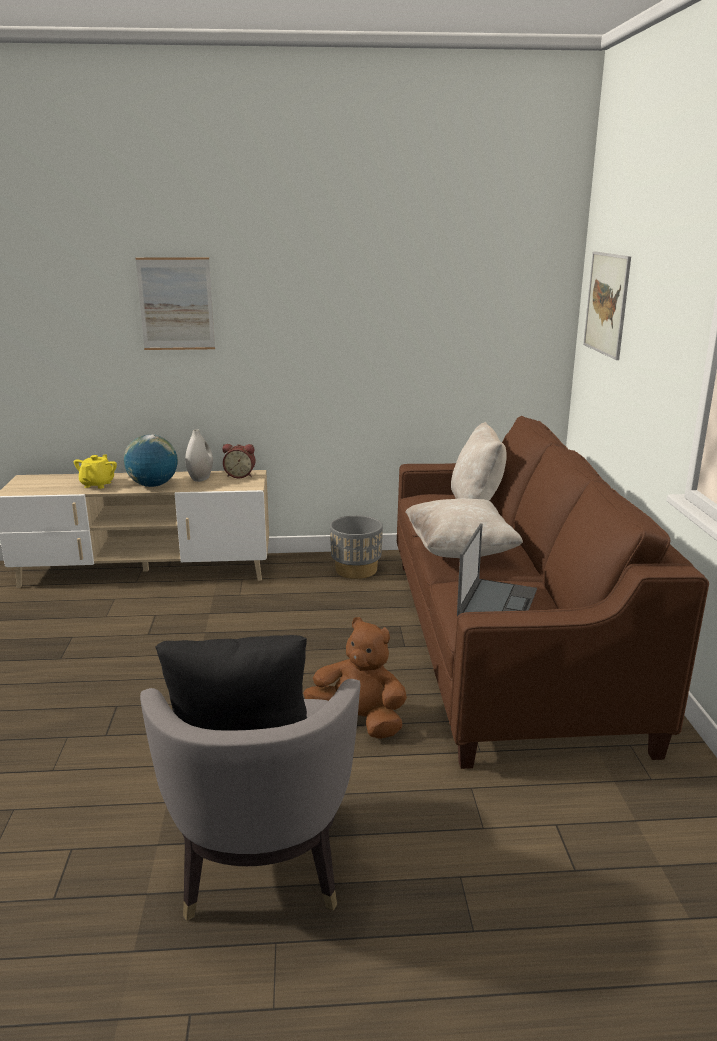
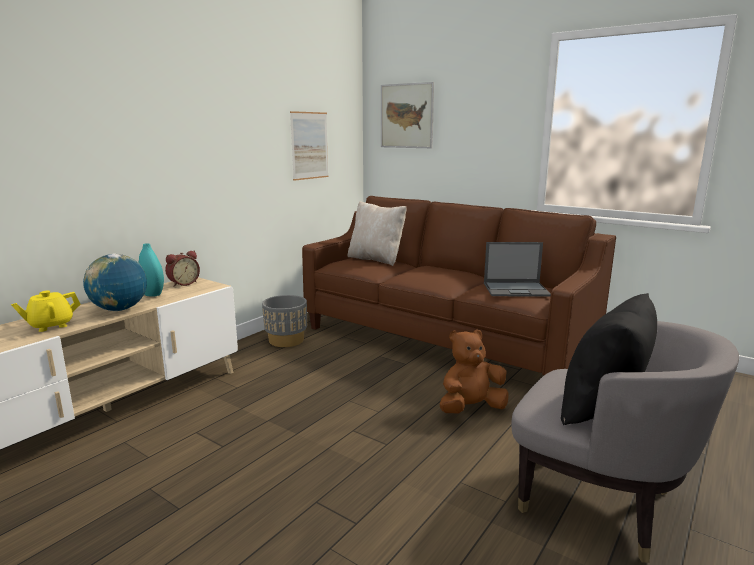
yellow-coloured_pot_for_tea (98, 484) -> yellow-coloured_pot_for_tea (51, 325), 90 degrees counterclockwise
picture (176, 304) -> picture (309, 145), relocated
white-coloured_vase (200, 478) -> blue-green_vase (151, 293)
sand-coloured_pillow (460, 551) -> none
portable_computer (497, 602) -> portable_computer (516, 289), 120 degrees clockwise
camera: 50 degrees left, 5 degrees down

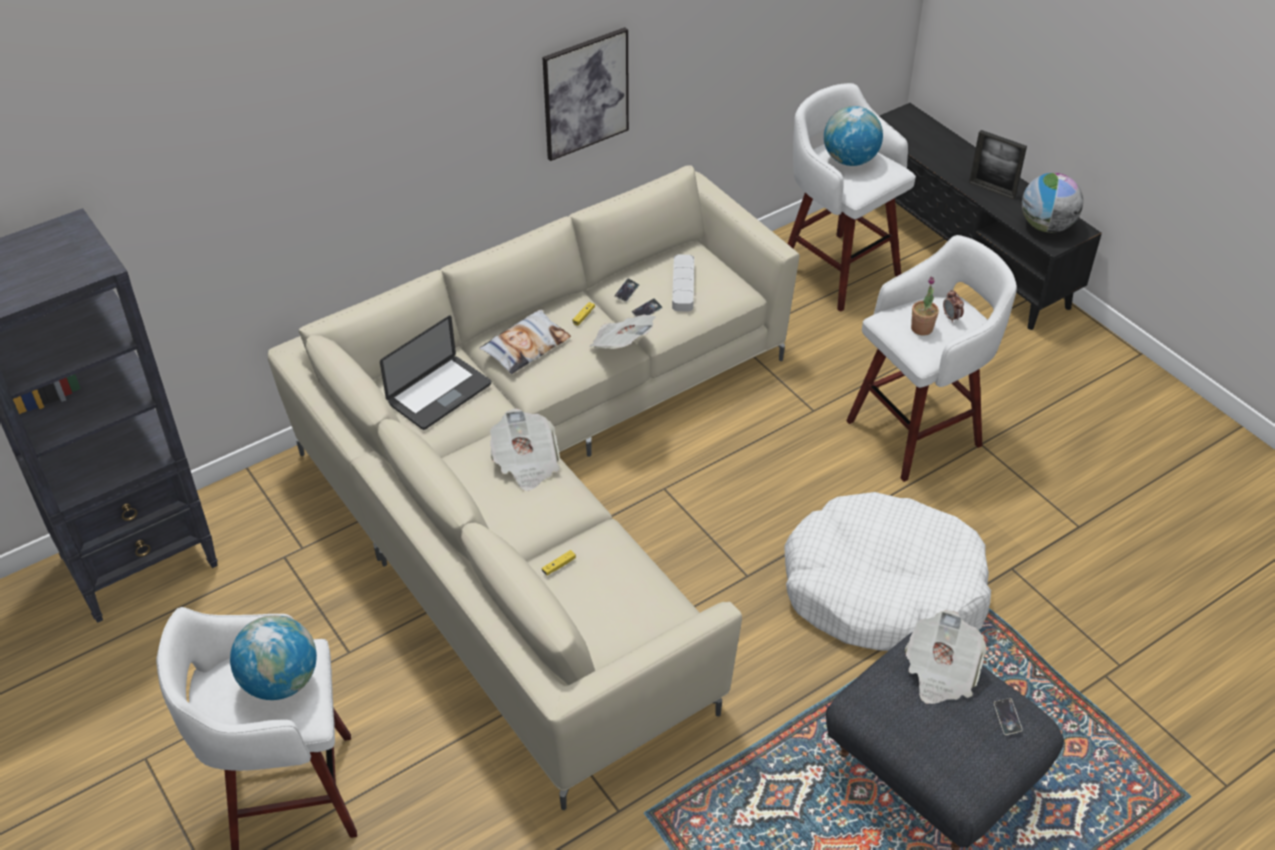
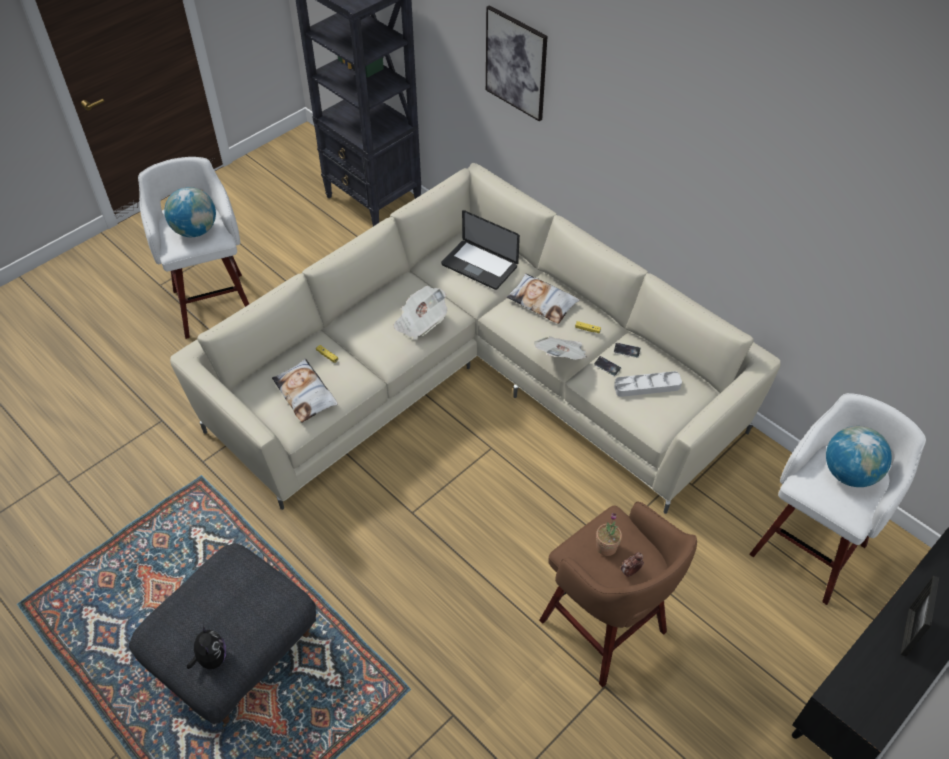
picture (585, 93) -> picture (516, 63), relocated
white-coloured_dog_cushion (883, 590) -> none
white-coloured_sitting_stool (917, 432) -> brown-coloured_sitting_stool (605, 629)
printed_paper (940, 672) -> none
phone (1007, 718) -> soft_toy (211, 658)
globe (1046, 226) -> none
none -> pillow (305, 394)
camera: 80 degrees right, 5 degrees up

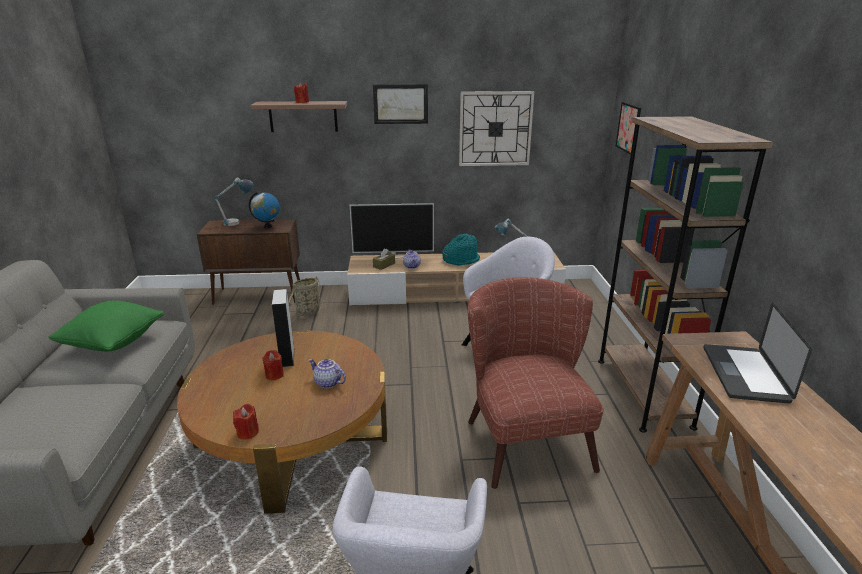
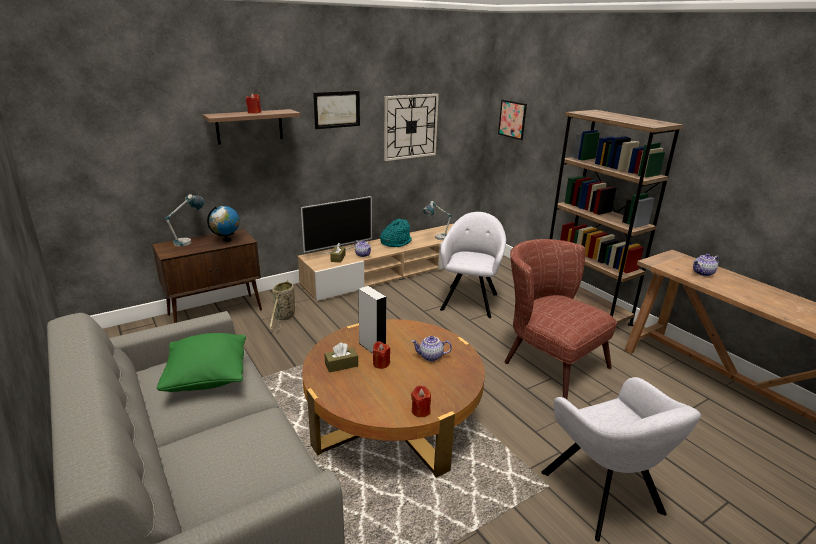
portable_computer (744, 374) -> pot_for_tea (703, 273)
none -> brown-coloured_tissue_holder (341, 365)
camera: 30 degrees left, 0 degrees up

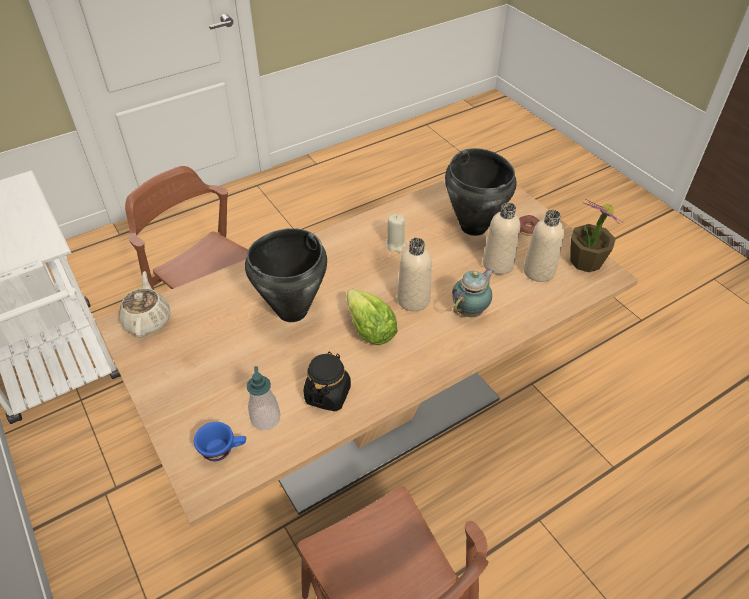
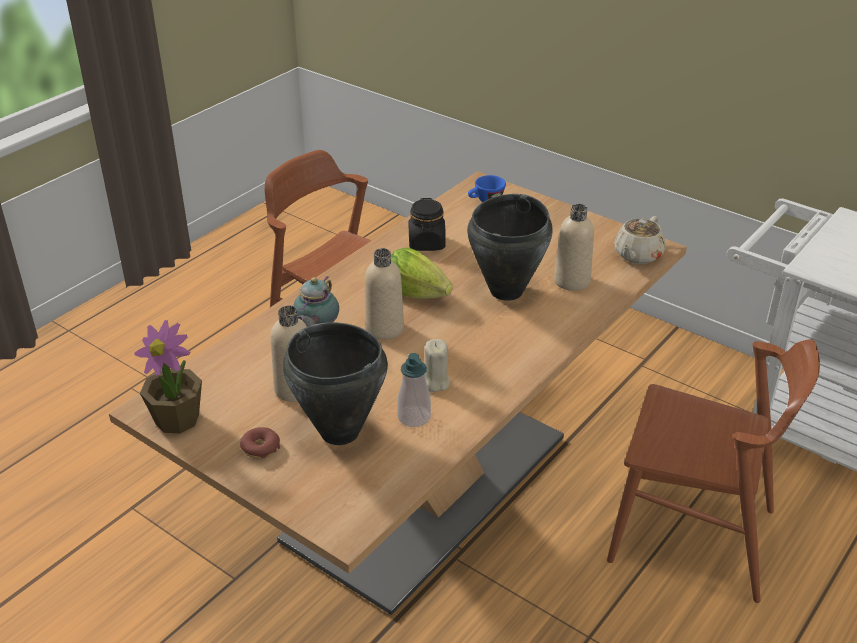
sand-coloured_pot_for_tea (148, 320) -> sand-coloured_pot_for_tea (637, 255), 60 degrees clockwise
soap_dispenser (265, 418) -> soap_dispenser (414, 417), relocated
sand-coloured_drink_bottle (539, 271) -> sand-coloured_drink_bottle (572, 281), relocated
camera: 160 degrees right, 10 degrees down

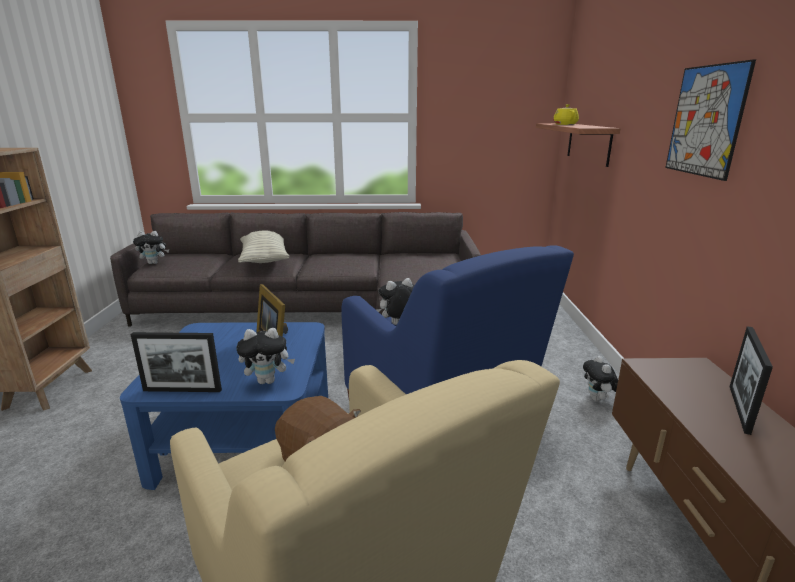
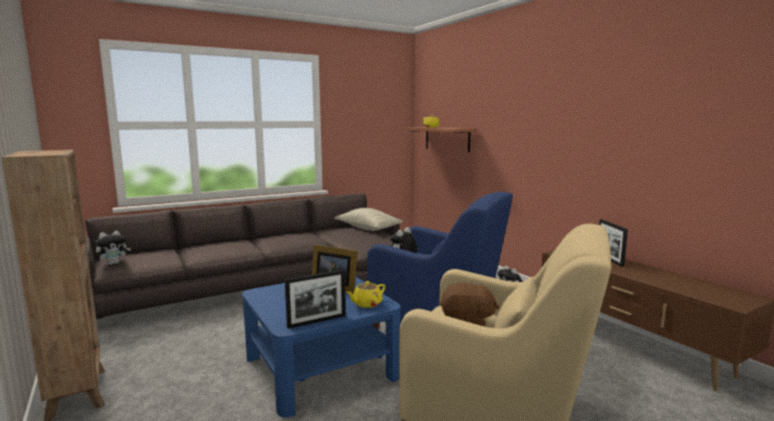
soft_toy (268, 381) -> yellow-coloured_pot_for_tea (366, 304)
pillow (264, 259) -> pillow (368, 229), relocated
picture (705, 121) -> none
camera: 30 degrees left, 10 degrees down

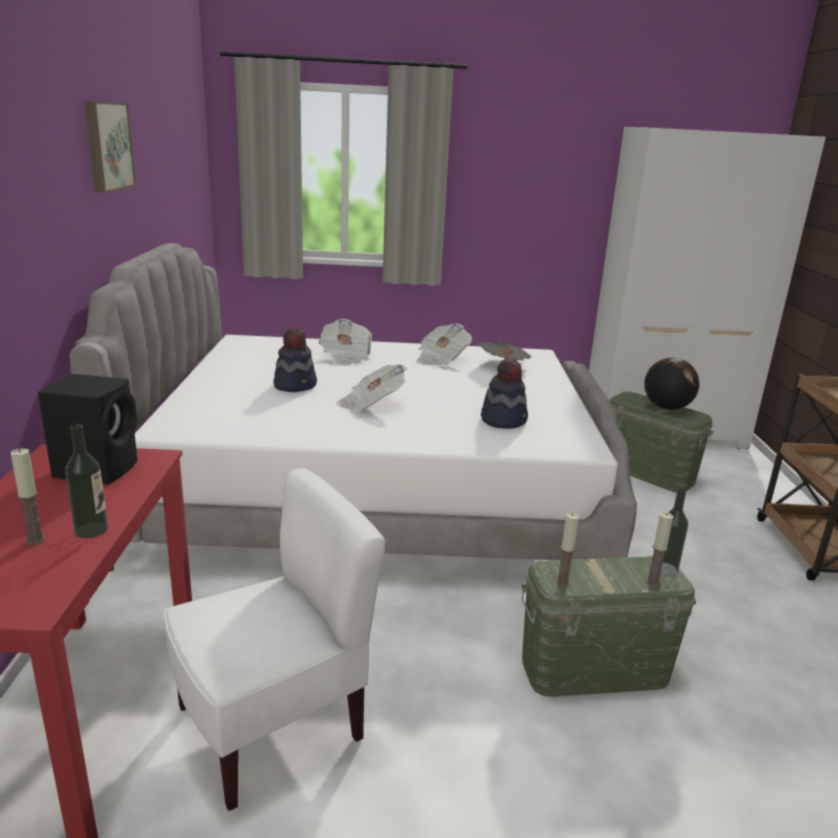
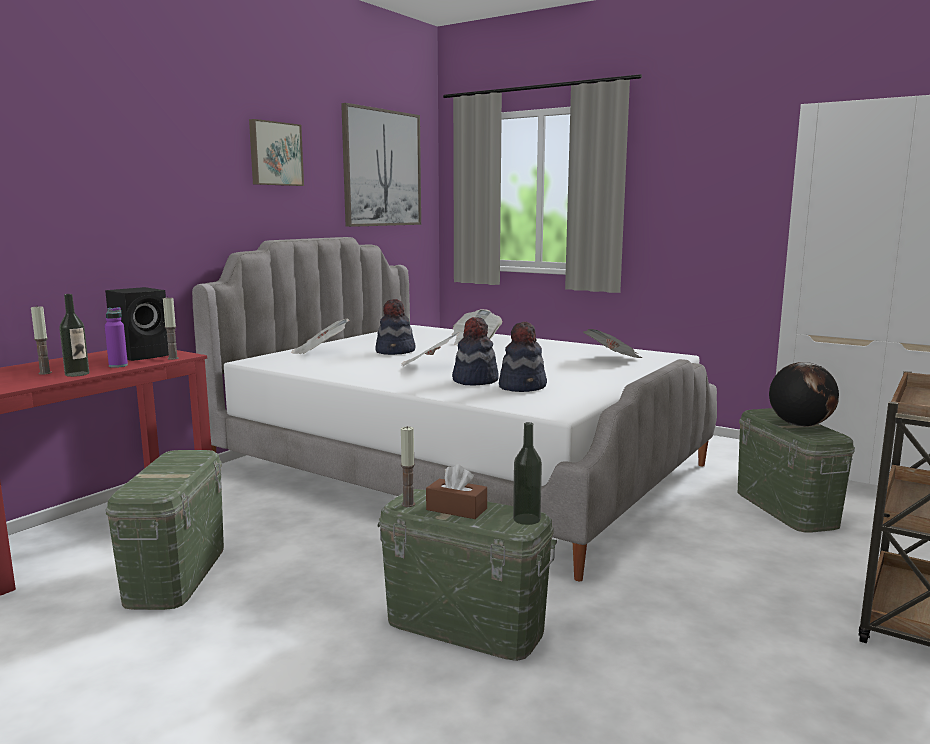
white-coloured_chair (272, 726) -> greenish_storage_container (177, 574)
printed_paper (441, 360) -> printed_paper (320, 352), relocated
candle (652, 582) -> candle (173, 358), relocated
none -> purple_drink_bottle (118, 366)
none -> picture (382, 168)
none -> brown-coloured_tissue_holder (456, 509)
none -> hat (474, 380)
camera: 35 degrees right, 10 degrees down

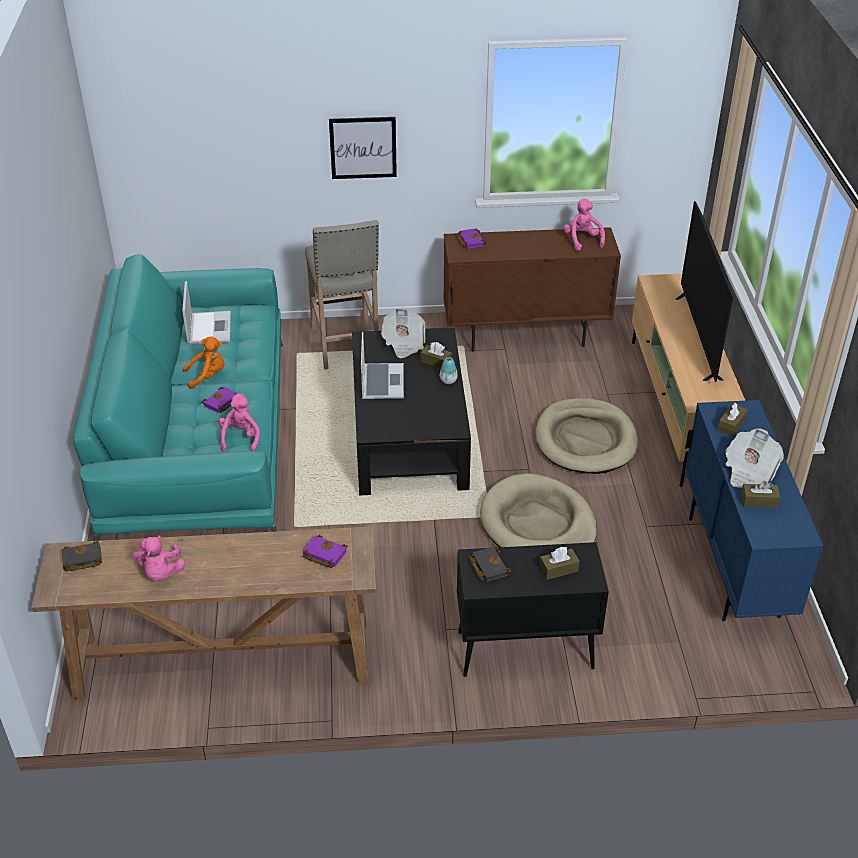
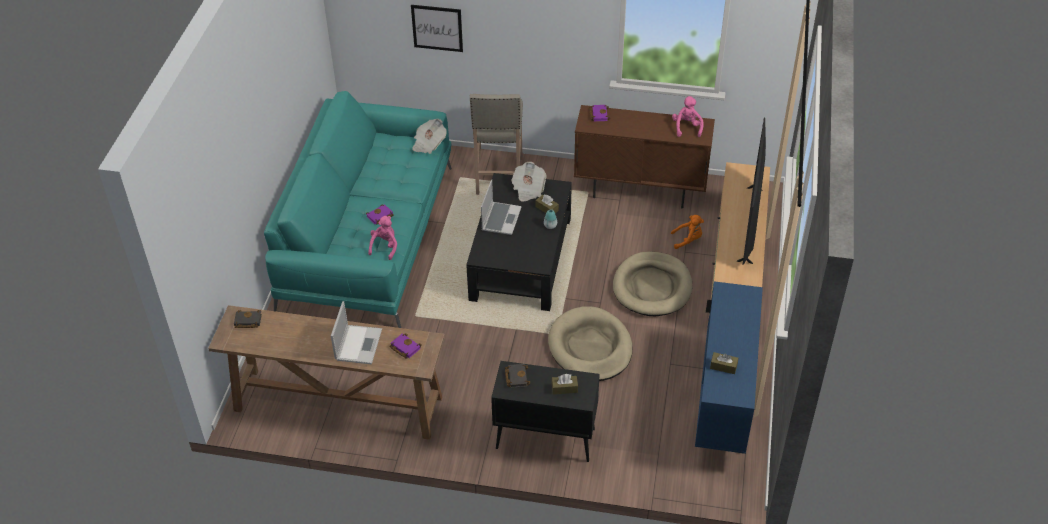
pink_soft_toy (161, 573) -> none
portable_computer (209, 327) -> portable_computer (358, 344), relocated
orange-coloured_soft_toy (208, 376) -> orange-coloured_soft_toy (688, 240), relocated
picture (363, 147) -> picture (437, 28), relocated
brown-coloured_tissue_holder (731, 425) -> none
printed_paper (749, 471) -> printed_paper (428, 144), relocated
camera: 15 degrees right, 5 degrees up

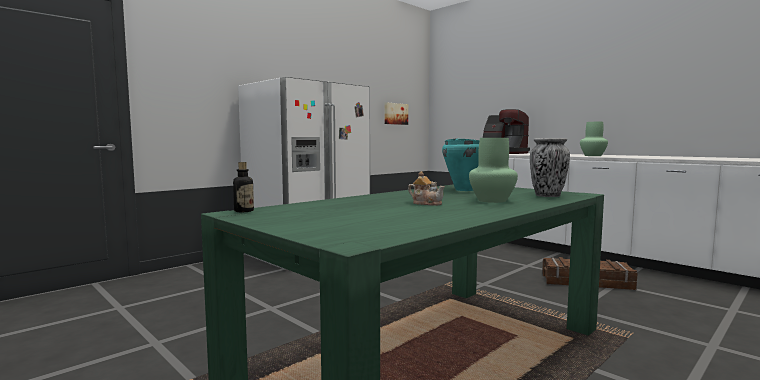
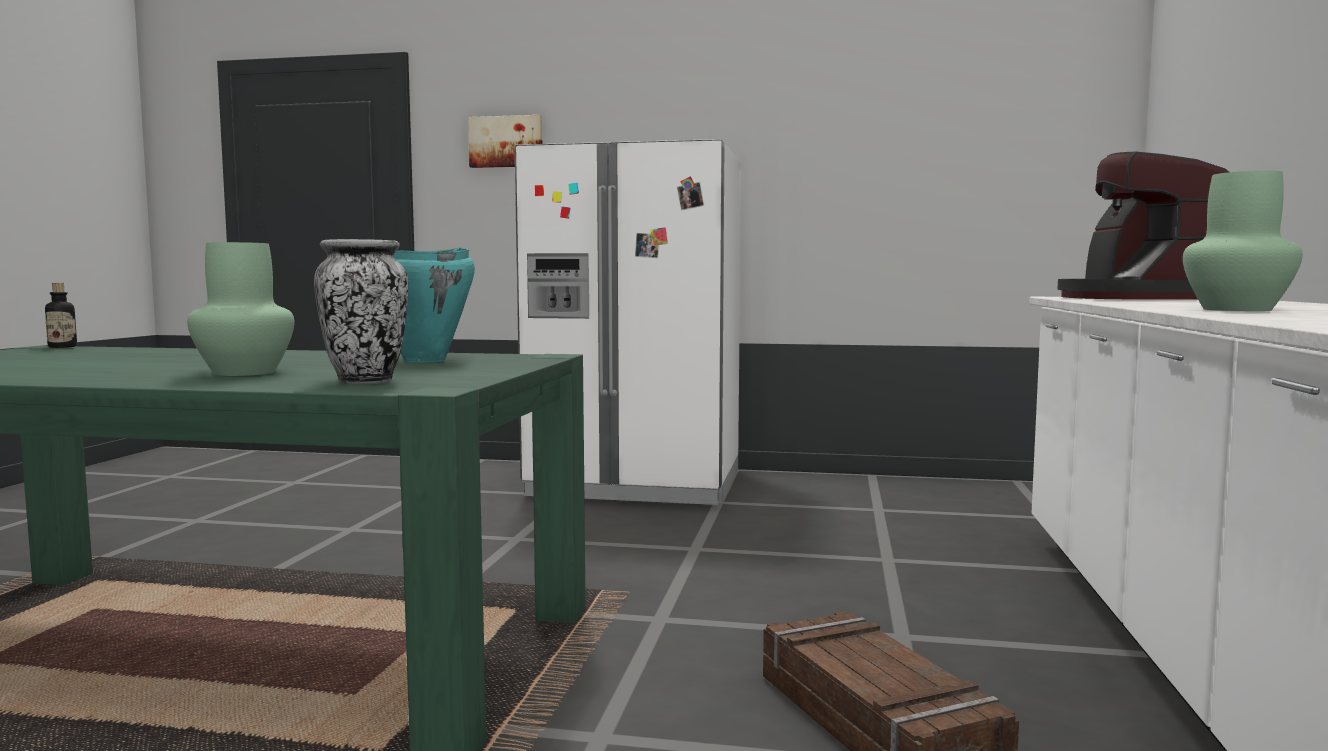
picture (395, 114) -> picture (506, 142), relocated
pot_for_tea (426, 203) -> none
camera: 55 degrees right, 0 degrees up

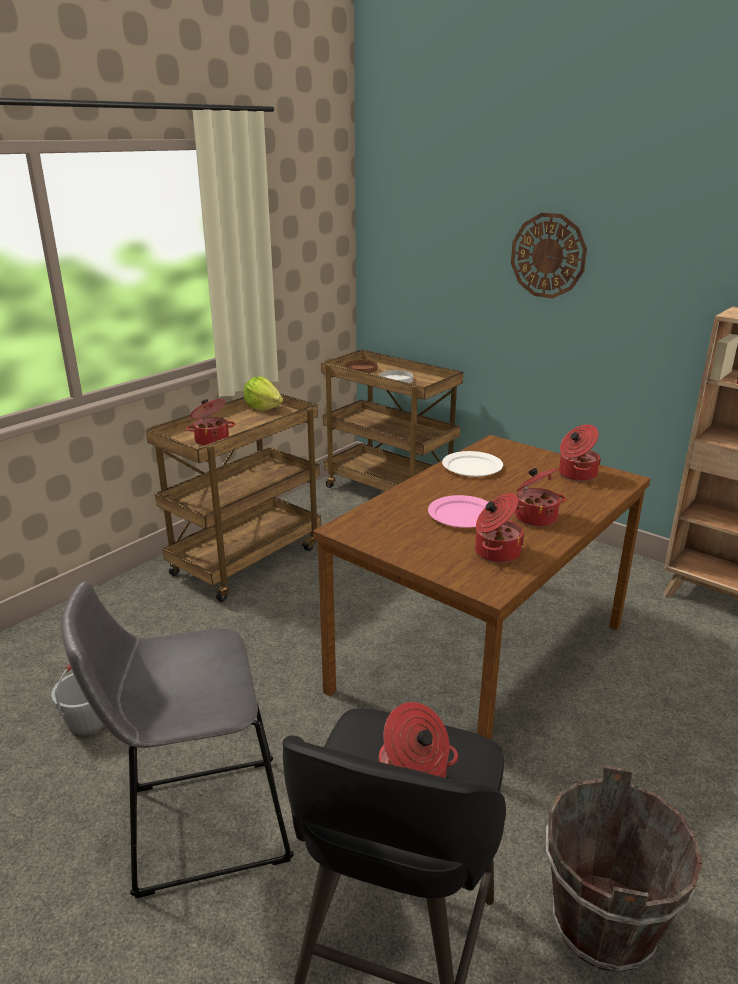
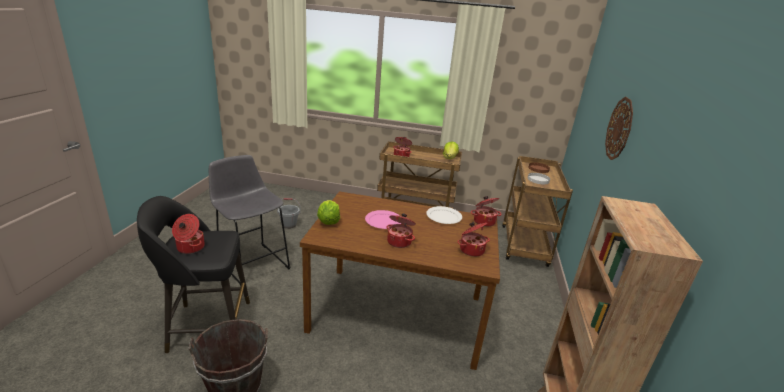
cooking_pot (495, 552) -> cooking_pot (484, 221), relocated
none -> lettuce_head (328, 221)
camera: 60 degrees right, 0 degrees up

